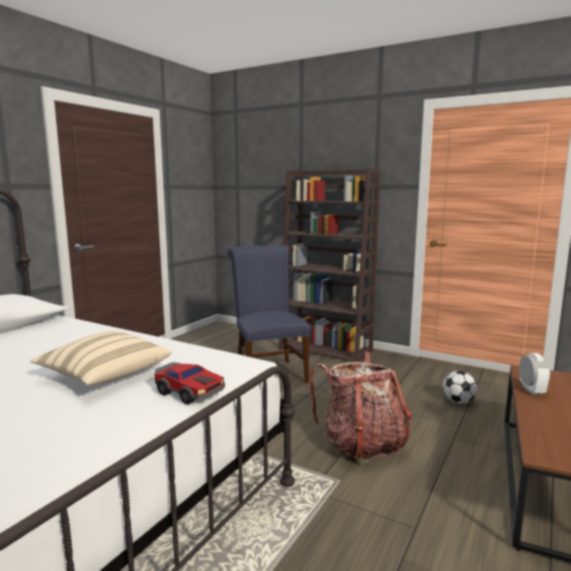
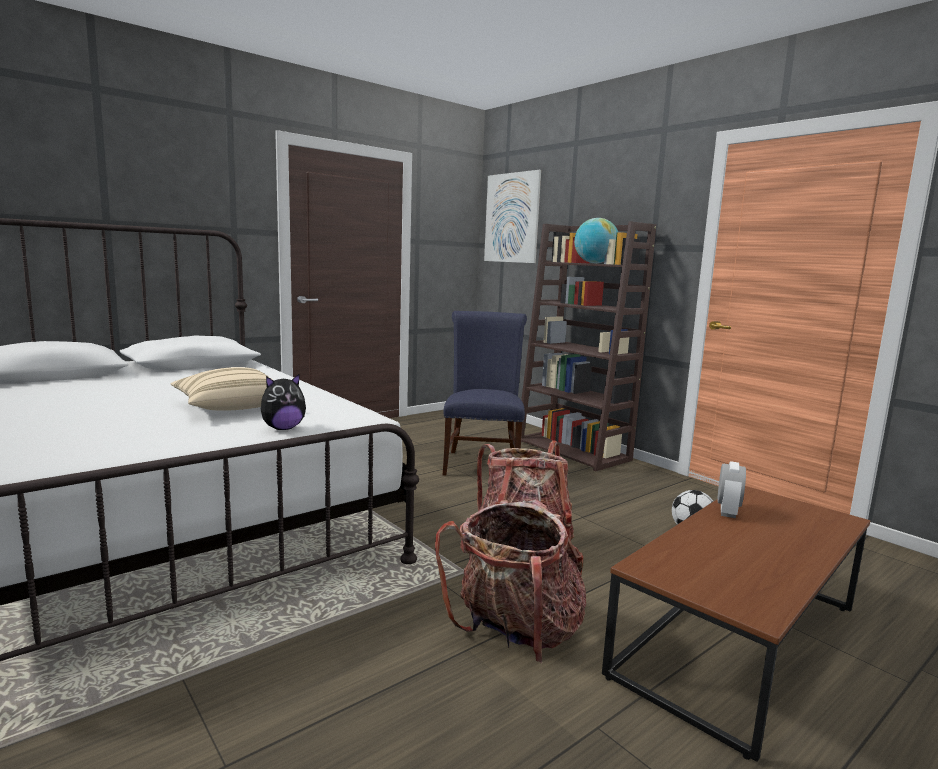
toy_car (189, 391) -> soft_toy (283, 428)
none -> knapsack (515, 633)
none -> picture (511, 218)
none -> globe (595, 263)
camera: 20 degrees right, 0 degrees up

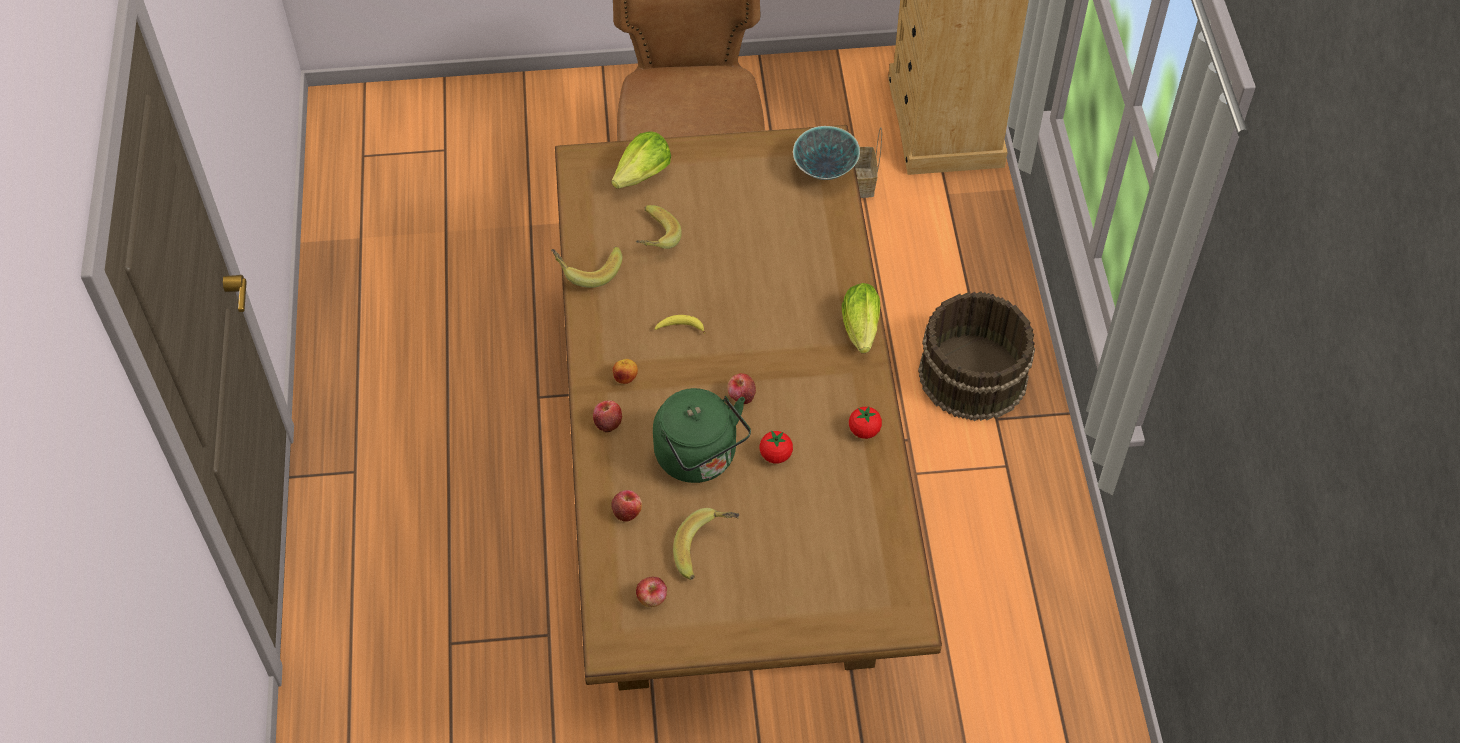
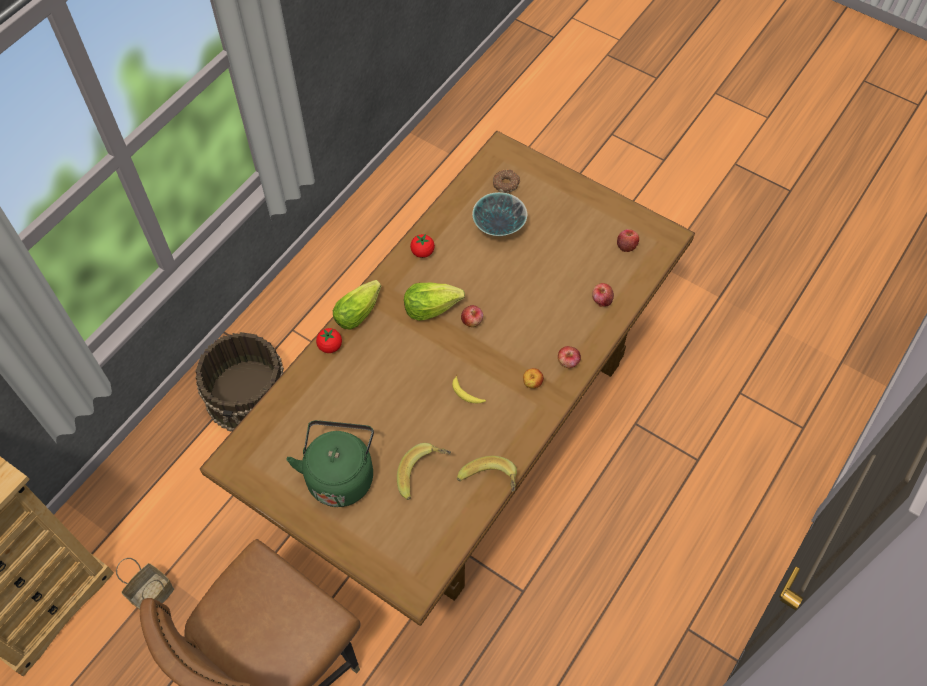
lettuce_head (643, 175) -> lettuce_head (431, 307), relocated
greenish_kettle (700, 458) -> greenish_kettle (340, 475), relocated
banana (707, 550) -> none
tomato (775, 455) -> tomato (330, 346), relocated
deep_dish (825, 170) -> deep_dish (498, 227), relocated
none -> donut (506, 183)
camera: 140 degrees left, 5 degrees up

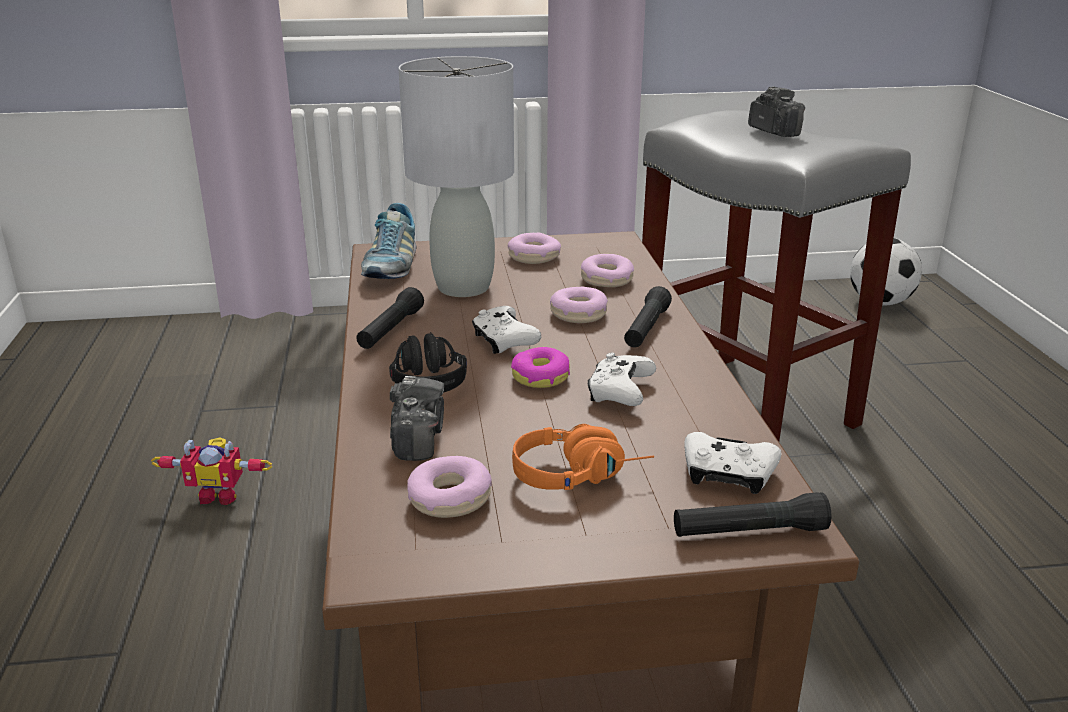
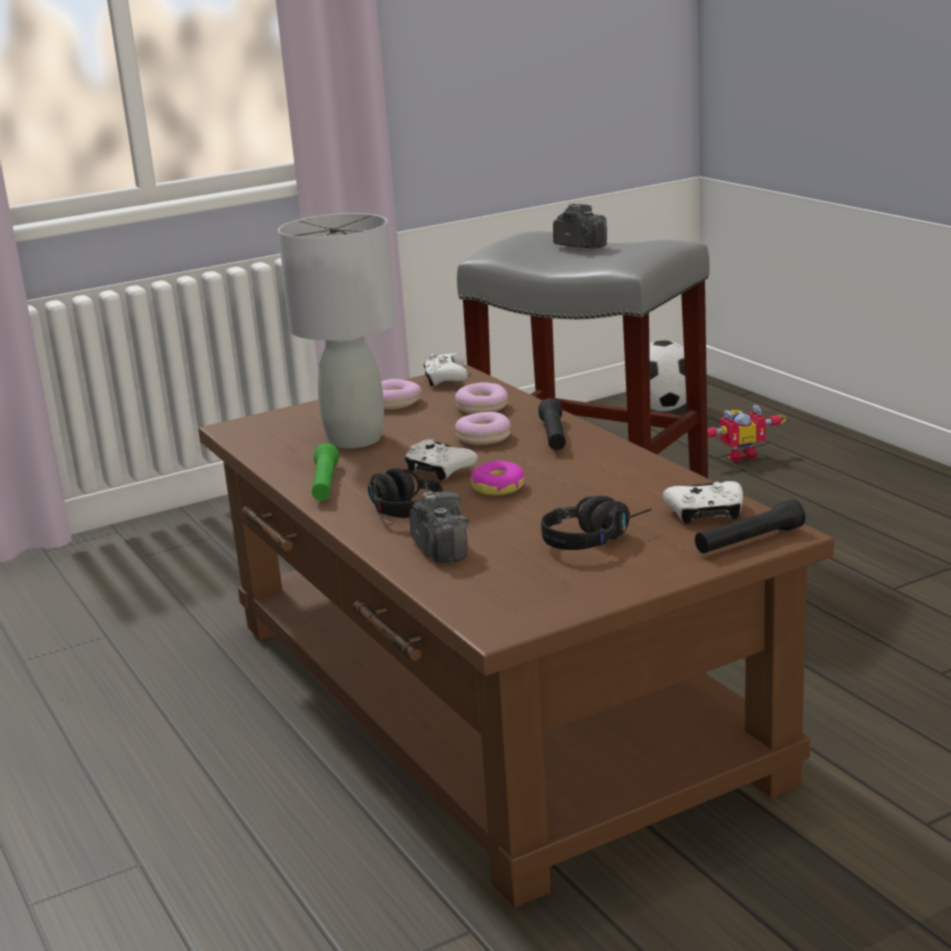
toy_robot (220, 494) -> toy_robot (740, 456), relocated
black-coloured_torch (390, 330) -> greenish_torch (325, 484)
item_of_footwear (391, 266) -> none
donut (449, 498) -> none
orange-coloured_headset (580, 474) -> black-coloured_headset (596, 539)
white-coloured_gamepad (620, 393) -> white-coloured_gamepad (446, 379), relocated
camera: 20 degrees left, 5 degrees down

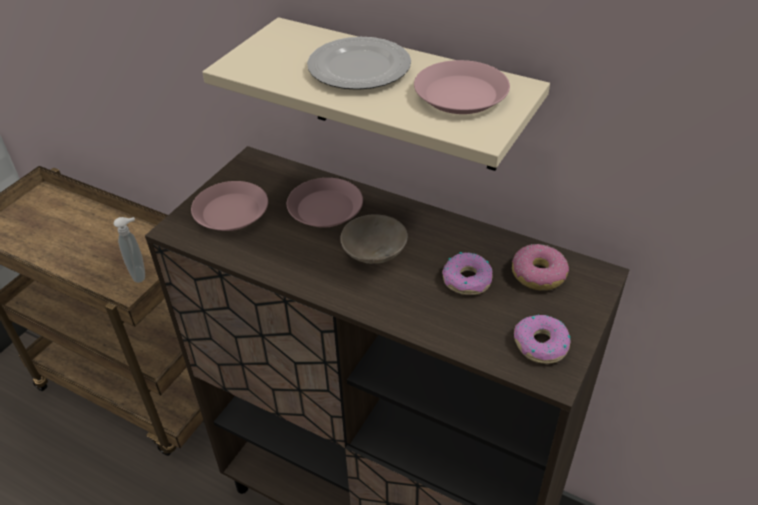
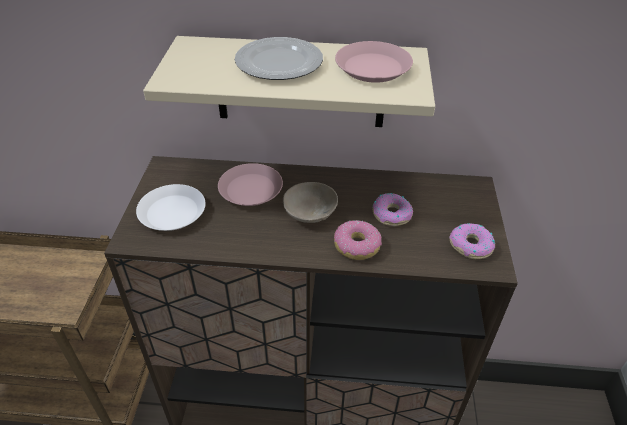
soap_dispenser (140, 274) -> none
pink_flat_dish (231, 212) -> white-coloured_flat_dish (172, 212)
donut (538, 275) -> donut (357, 246), relocated
camera: 25 degrees left, 0 degrees up

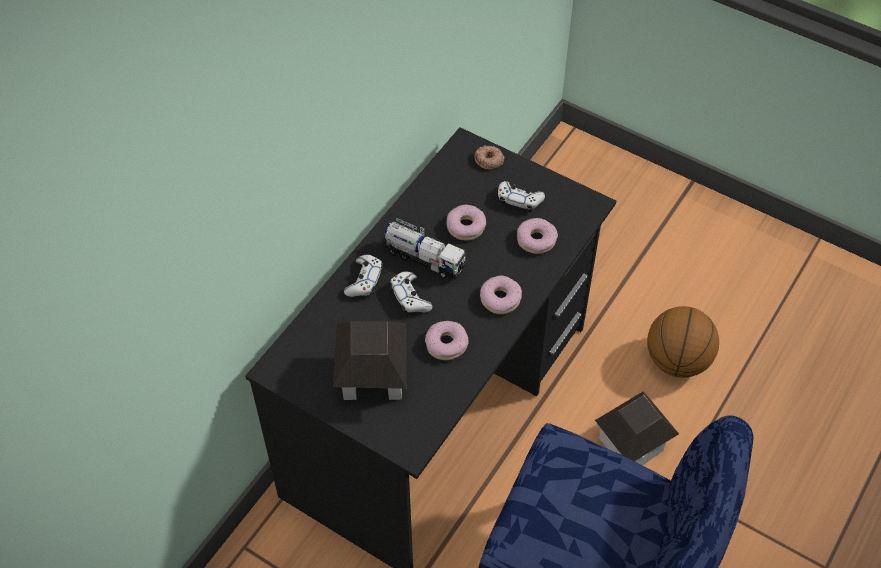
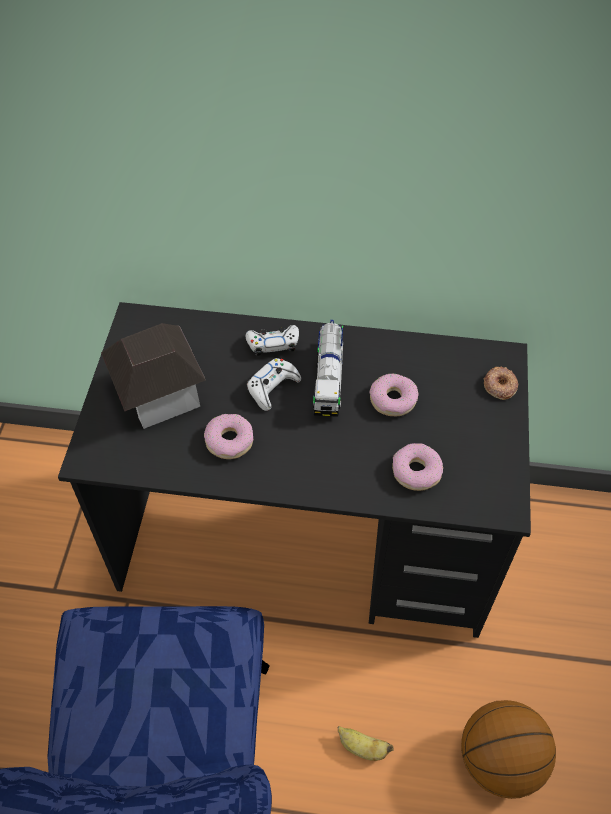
donut (500, 299) -> none
white-coloured_gamepad (519, 200) -> none
miniature_house (632, 444) -> banana (362, 747)
camera: 65 degrees right, 0 degrees up

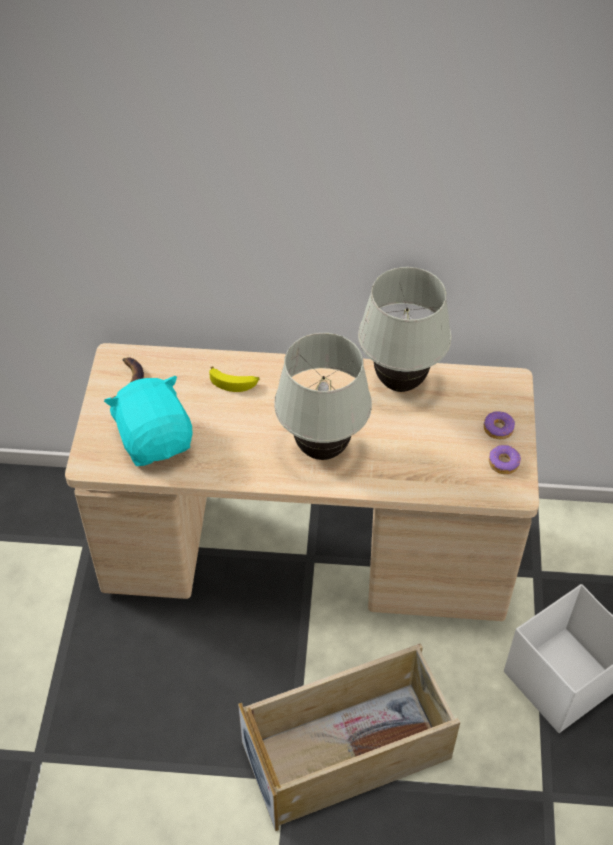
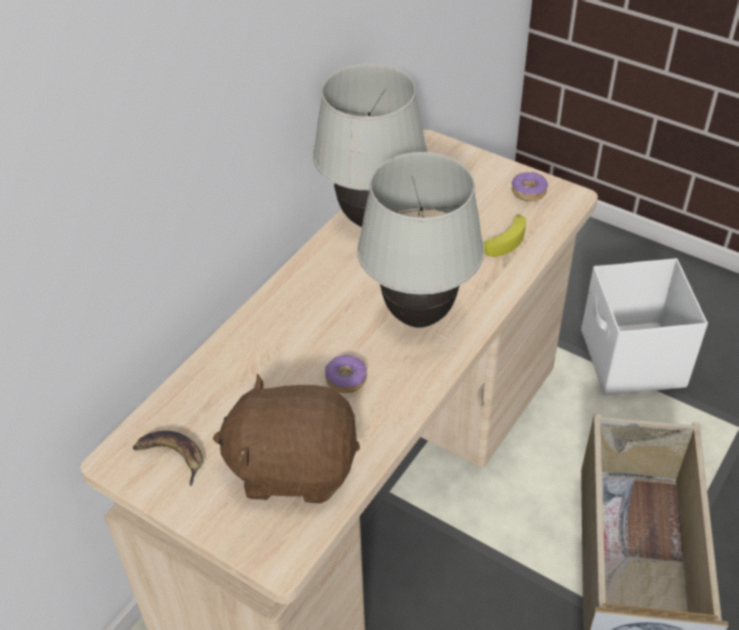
blue-green_soft_toy (155, 440) -> brown-coloured_soft_toy (293, 466)
banana (234, 382) -> banana (505, 240), relocated
donut (498, 429) -> donut (346, 379), relocated
camera: 60 degrees left, 5 degrees down

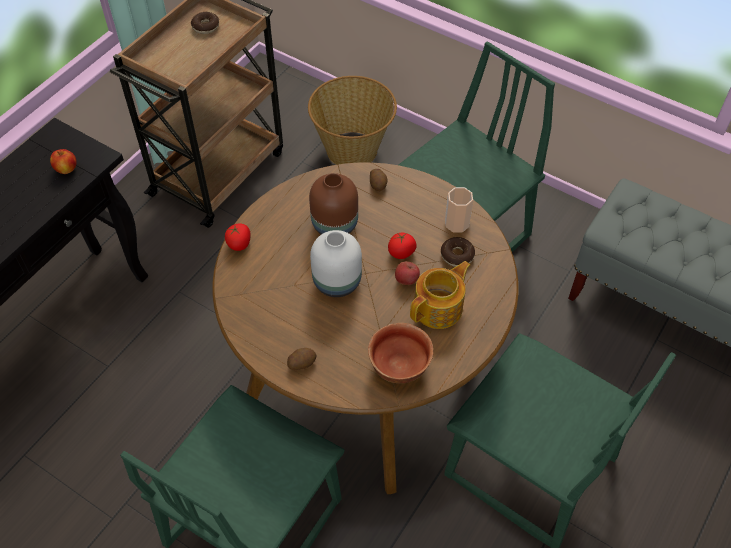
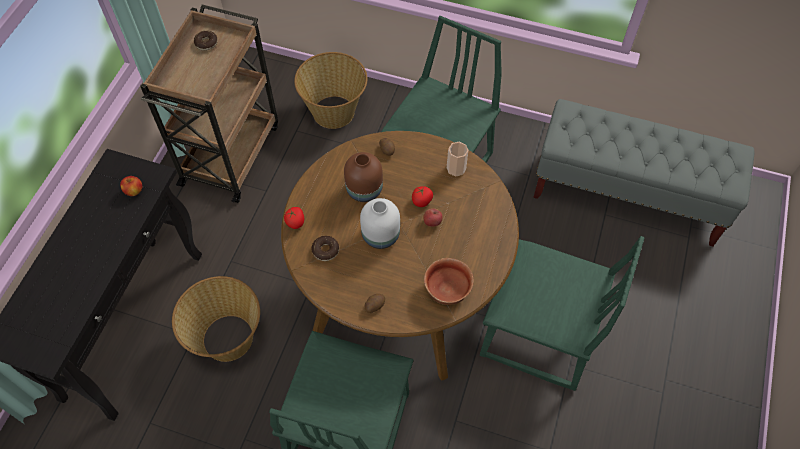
pot_for_tea (439, 308) -> none
donut (457, 255) -> donut (325, 250), relocated
none -> basket (227, 339)
camera: 15 degrees left, 5 degrees up

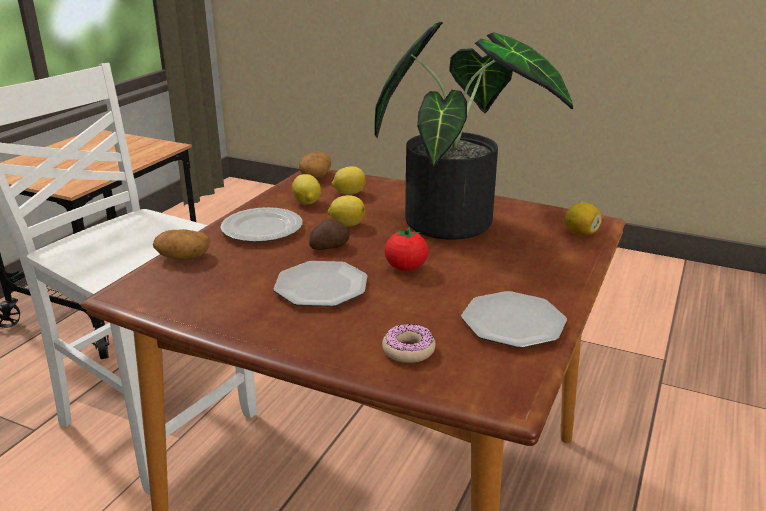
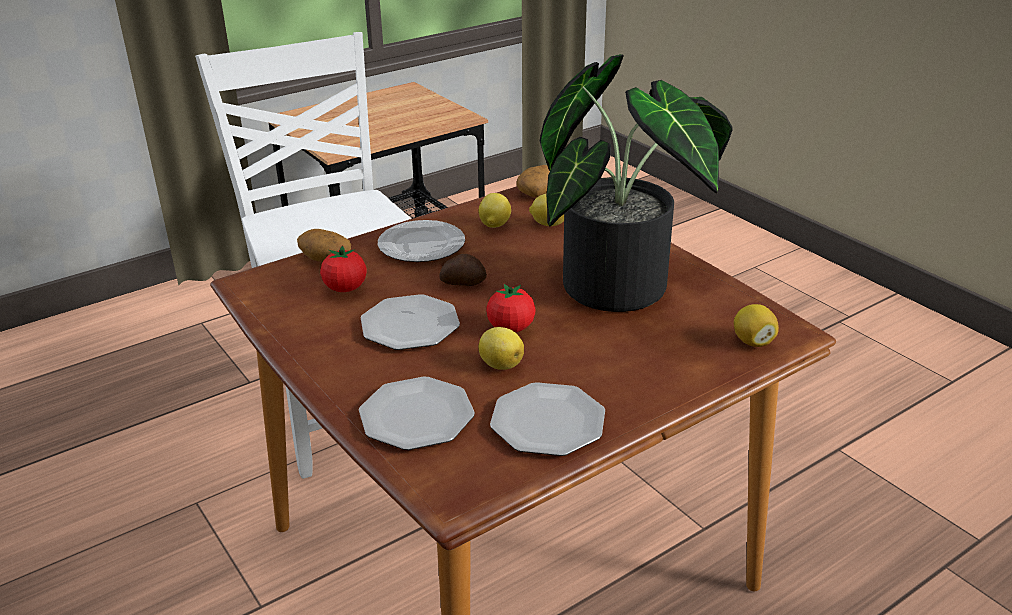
lemon (346, 224) -> lemon (500, 364), relocated
donut (408, 350) -> flat_dish (418, 416)
none -> tomato (345, 288)
camera: 30 degrees right, 5 degrees up

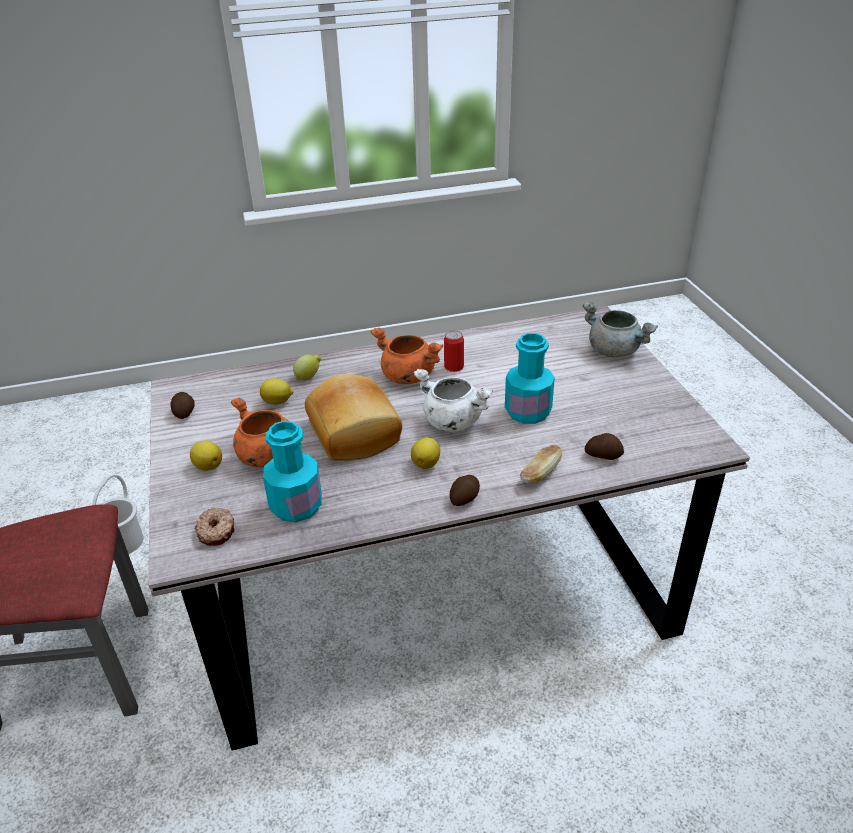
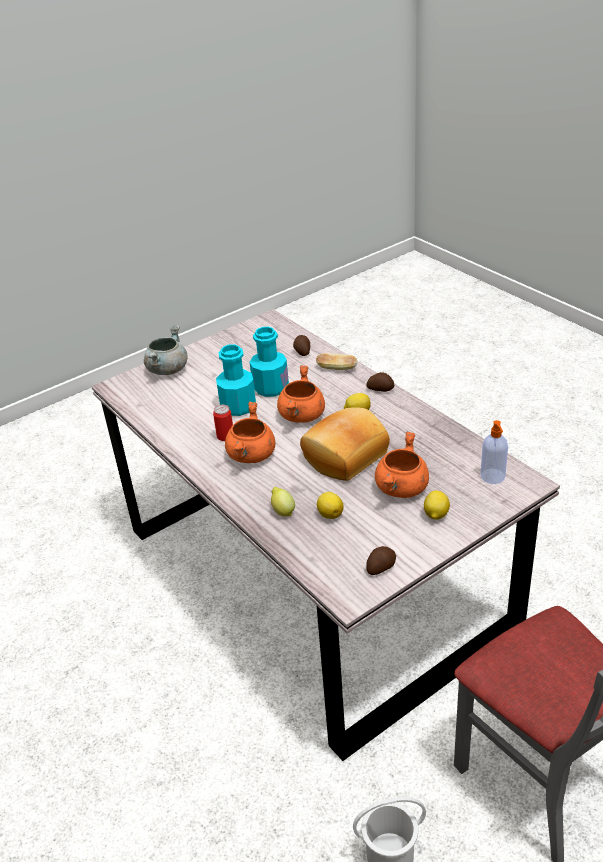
donut (217, 531) -> soap_dispenser (493, 477)
blue-green_drink_bottle (296, 506) -> blue-green_drink_bottle (238, 406), relocated
white-coloured_cooking_pot (451, 421) -> orange-coloured_cooking_pot (302, 416)
camera: 110 degrees left, 0 degrees up

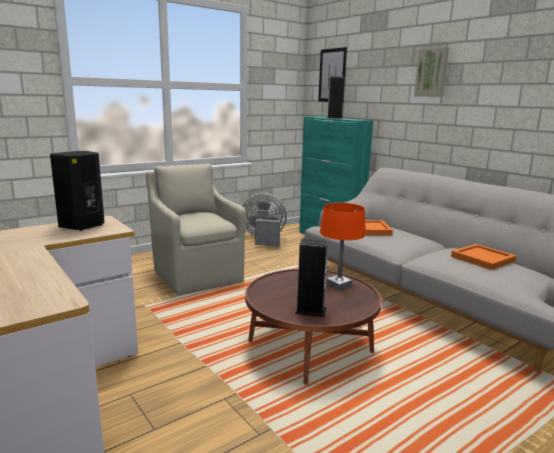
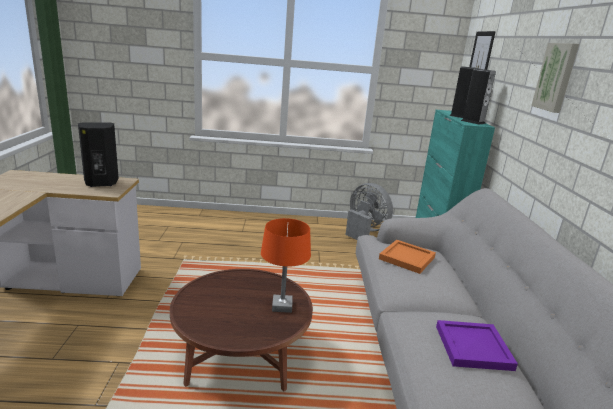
sand-coloured_armchair (197, 275) -> none
loudspeaker (310, 311) -> loudspeaker (473, 122), relocated
orange-coloured_carrying_tray (481, 258) -> purple_carrying_tray (472, 346)
camera: 35 degrees right, 5 degrees up

